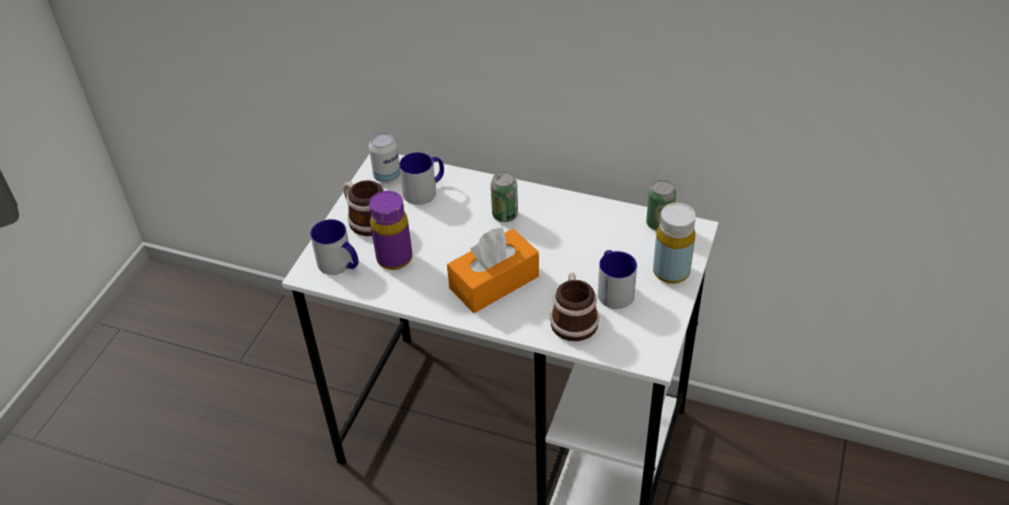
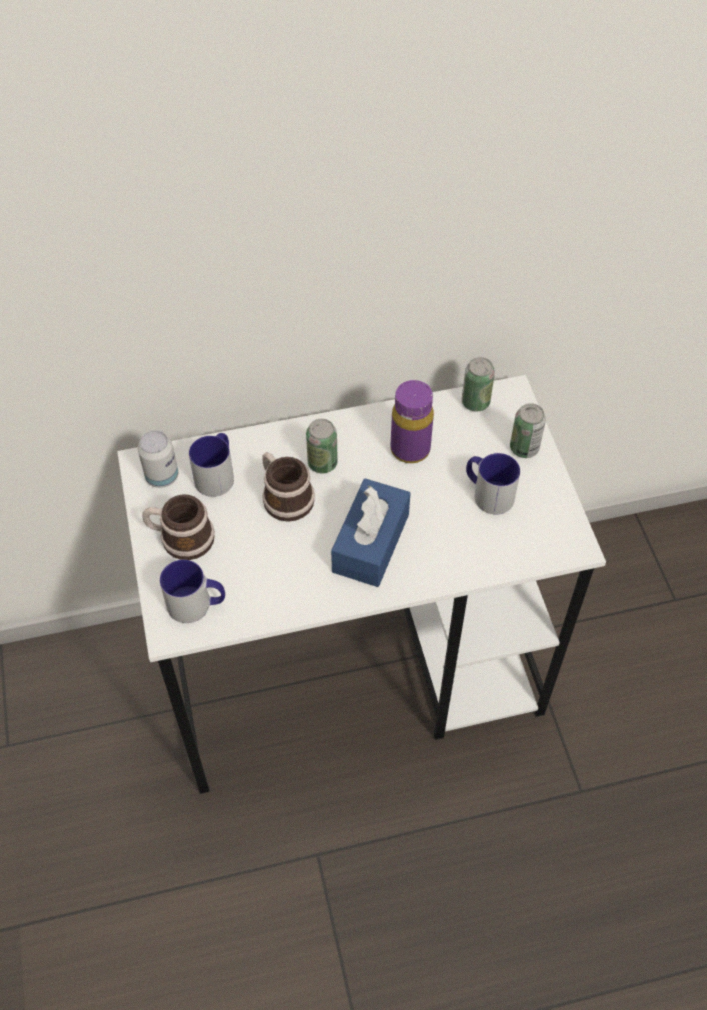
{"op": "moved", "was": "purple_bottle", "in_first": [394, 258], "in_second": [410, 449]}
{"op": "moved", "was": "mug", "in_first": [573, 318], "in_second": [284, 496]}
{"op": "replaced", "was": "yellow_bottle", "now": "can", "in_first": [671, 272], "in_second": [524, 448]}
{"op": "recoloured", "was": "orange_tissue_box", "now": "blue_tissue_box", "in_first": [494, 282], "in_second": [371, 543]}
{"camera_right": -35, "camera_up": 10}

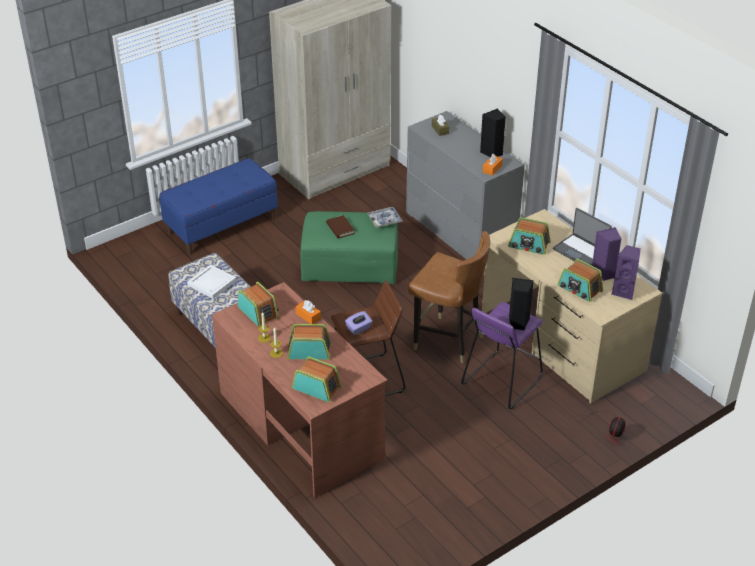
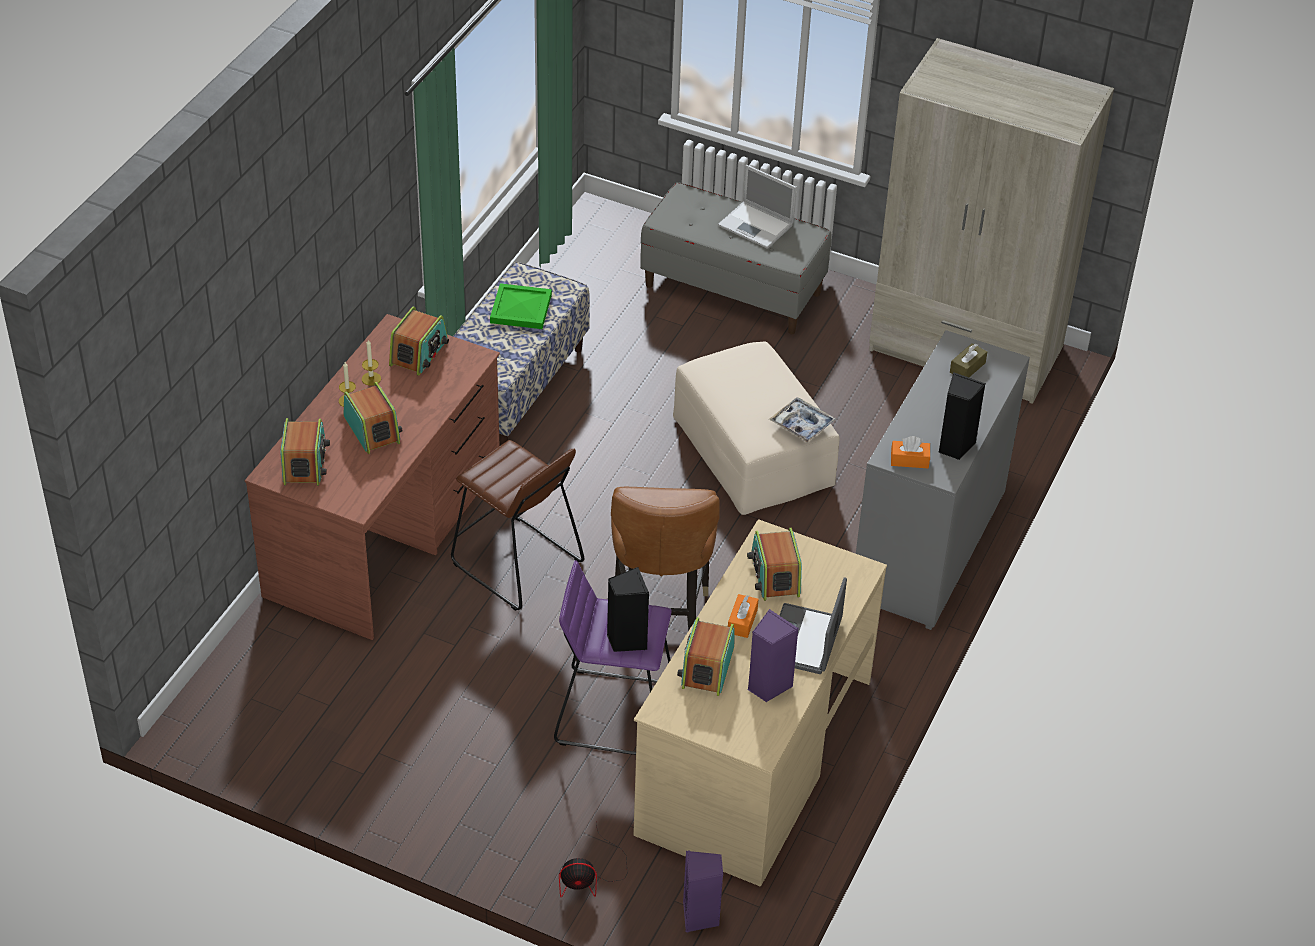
{"op": "removed", "was": "brown_book", "in_first": [340, 228]}
{"op": "removed", "was": "purple_tissue_box", "in_first": [359, 329]}
{"op": "added", "now": "laptop", "in_second": [757, 225]}
{"op": "moved", "was": "orange_tissue_box", "in_first": [308, 316], "in_second": [742, 621]}
{"op": "moved", "was": "purple_speaker", "in_first": [624, 292], "in_second": [700, 917]}
{"op": "recoloured", "was": "blue_bench", "now": "grey_bench", "in_first": [221, 226], "in_second": [733, 289]}
{"op": "recoloured", "was": "white_tray", "now": "green_tray", "in_first": [212, 283], "in_second": [521, 309]}
{"op": "recoloured", "was": "green_ottoman", "now": "beige_ottoman", "in_first": [350, 264], "in_second": [753, 452]}
{"camera_right": 60, "camera_up": 5}

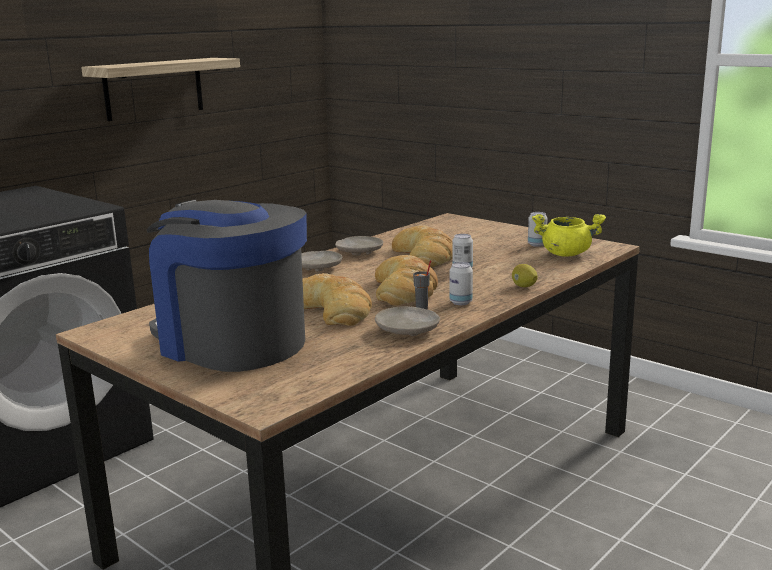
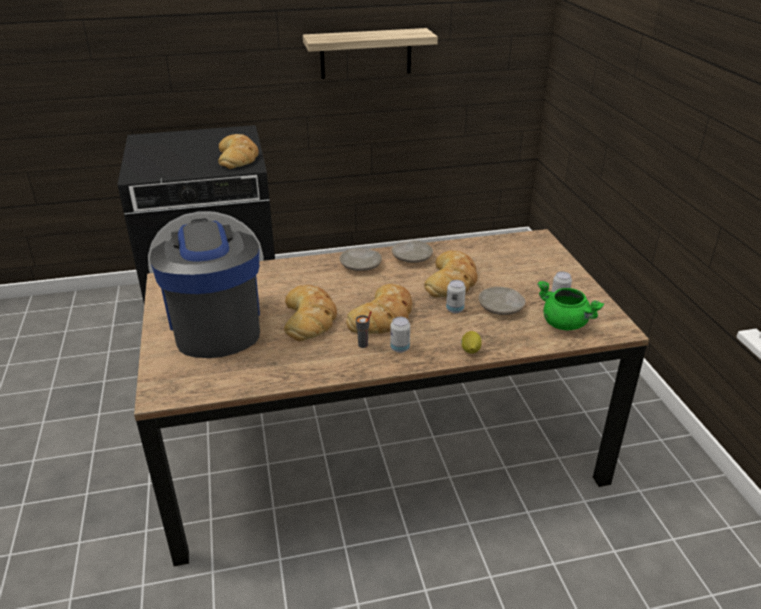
{"op": "added", "now": "bread", "in_second": [238, 157]}
{"op": "moved", "was": "beige_plate", "in_first": [408, 330], "in_second": [501, 307]}
{"op": "recoloured", "was": "yellow_cooking_pot", "now": "green_cooking_pot", "in_first": [566, 254], "in_second": [565, 323]}
{"camera_right": 35, "camera_up": 15}

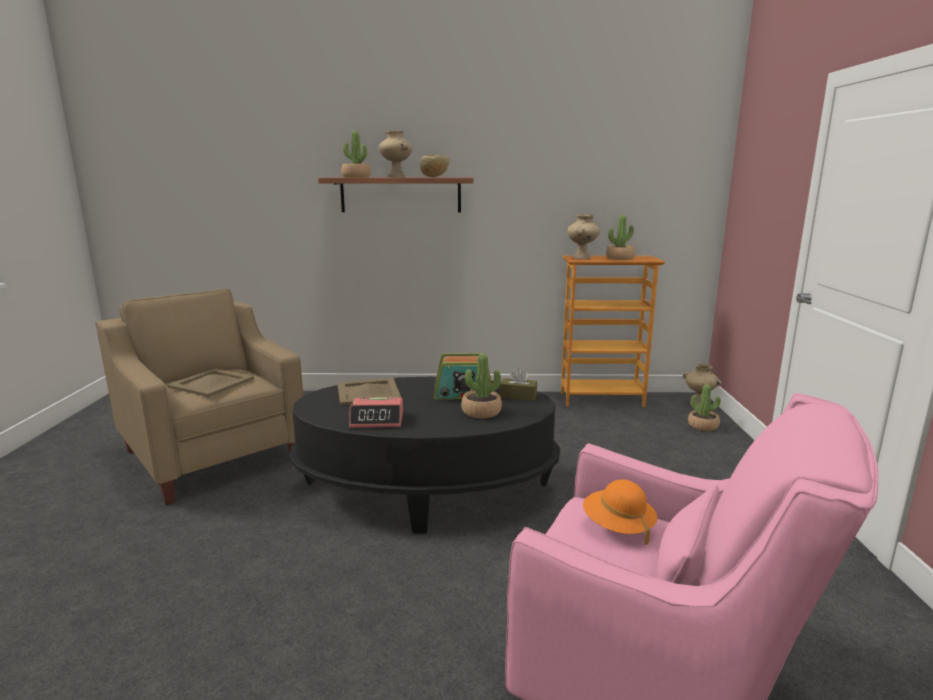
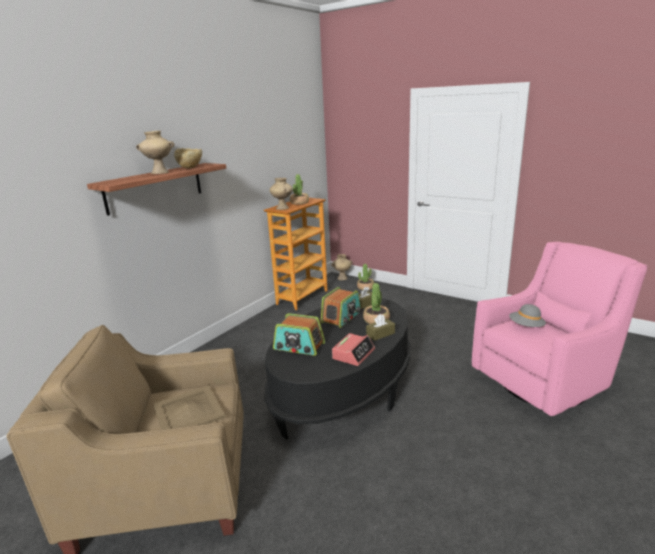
{"op": "removed", "was": "potted_plant", "in_first": [356, 177]}
{"op": "added", "now": "brown_tissue_box", "in_second": [380, 334]}
{"op": "replaced", "was": "beige_tray", "now": "radio", "in_first": [369, 392], "in_second": [299, 346]}
{"op": "recoloured", "was": "orange_hat", "now": "grey_hat", "in_first": [618, 526], "in_second": [526, 327]}
{"camera_right": -55, "camera_up": 5}

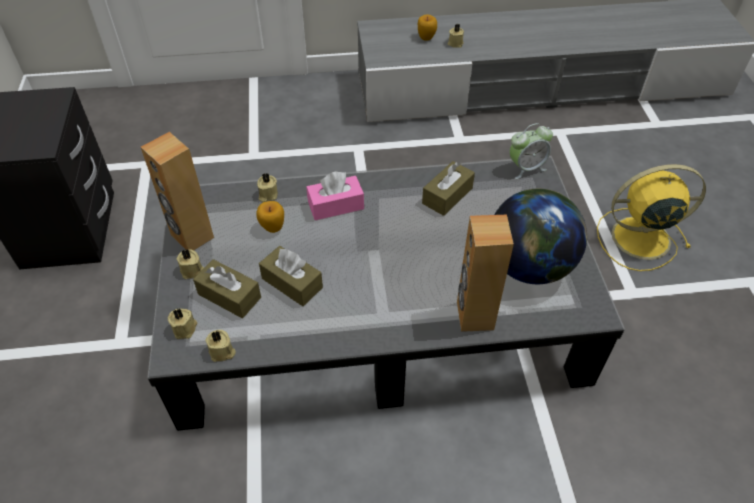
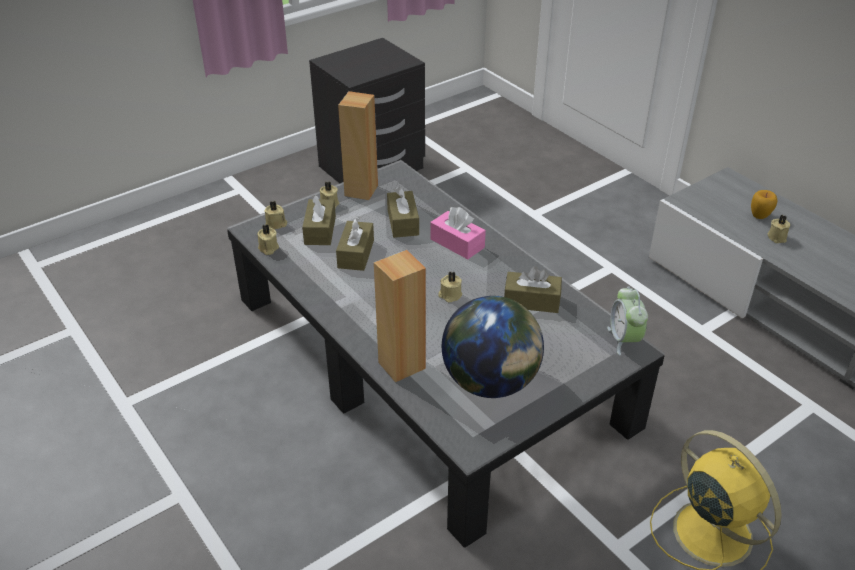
{"op": "moved", "was": "beige_candle", "in_first": [267, 195], "in_second": [450, 295]}
{"op": "replaced", "was": "apple", "now": "brown_tissue_box", "in_first": [273, 228], "in_second": [403, 222]}
{"op": "turned", "was": "alarm_clock", "in_first": [526, 168], "in_second": [624, 340], "clockwise": 45}
{"camera_right": 60, "camera_up": -10}

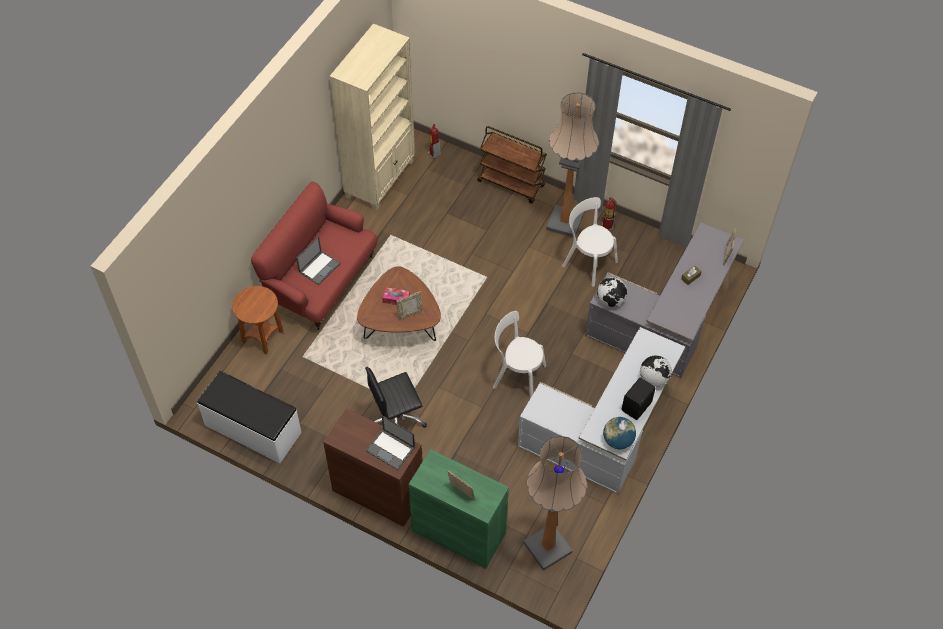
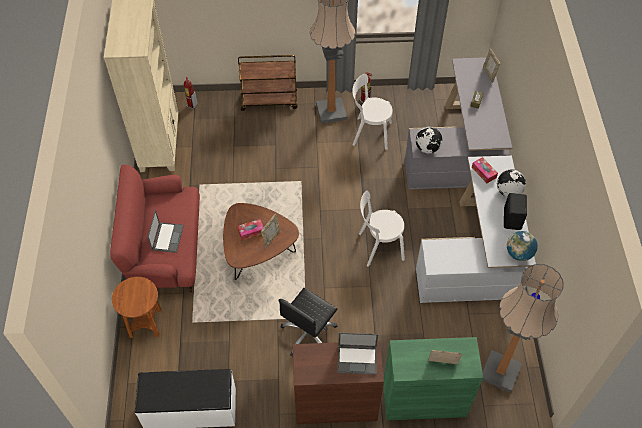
{"op": "added", "now": "tissue_box", "in_second": [484, 172]}
{"camera_right": -30, "camera_up": 0}

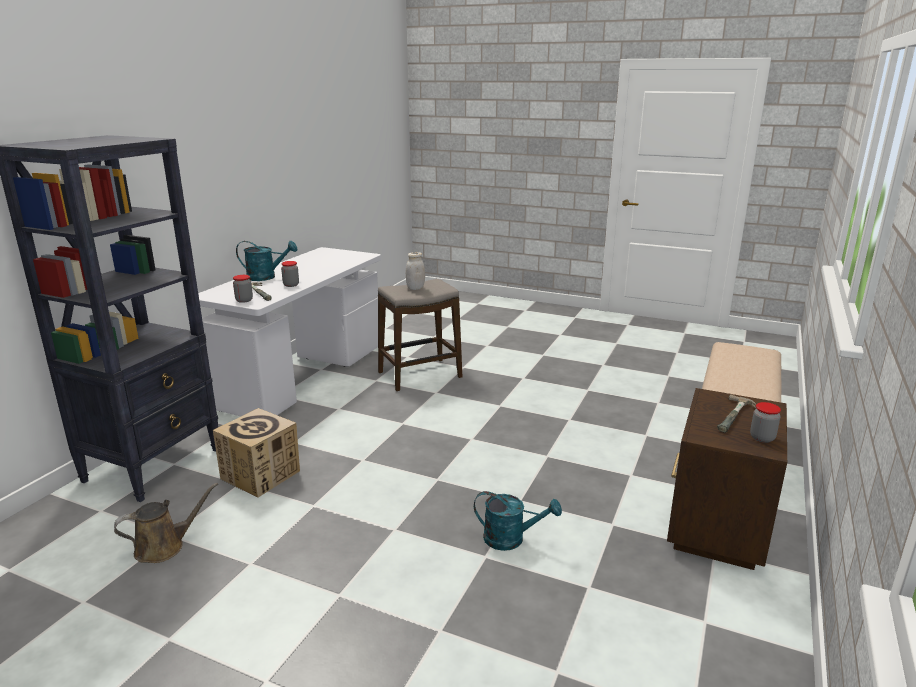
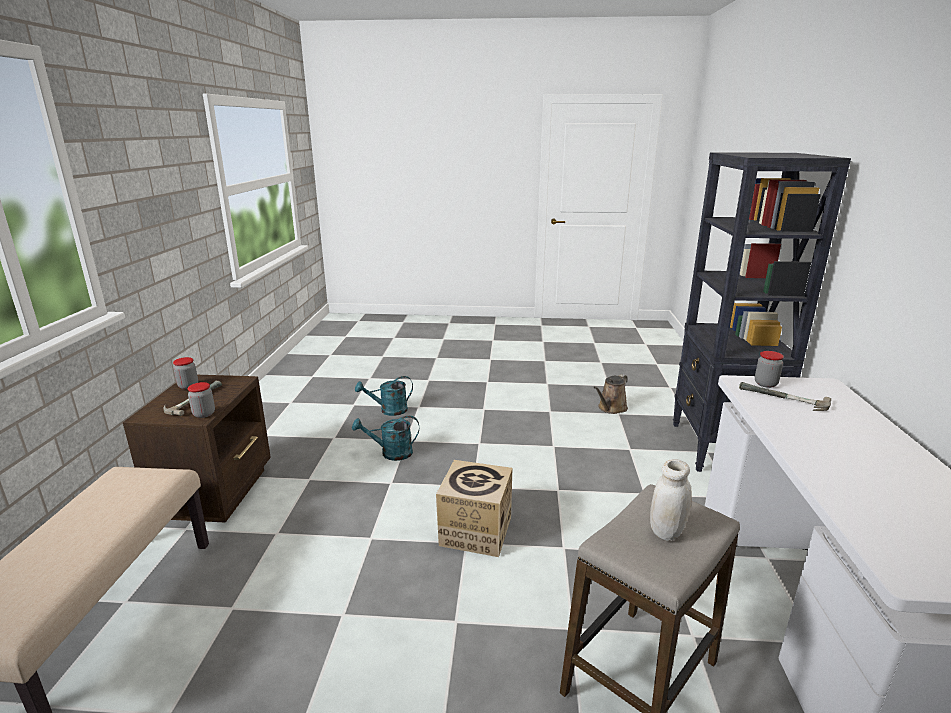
{"op": "moved", "was": "cardboard_box", "in_first": [261, 475], "in_second": [475, 531]}
{"op": "moved", "was": "turquoise_watering_can", "in_first": [266, 277], "in_second": [388, 410]}
{"op": "moved", "was": "jar", "in_first": [291, 285], "in_second": [204, 414]}
{"camera_right": 160, "camera_up": 0}

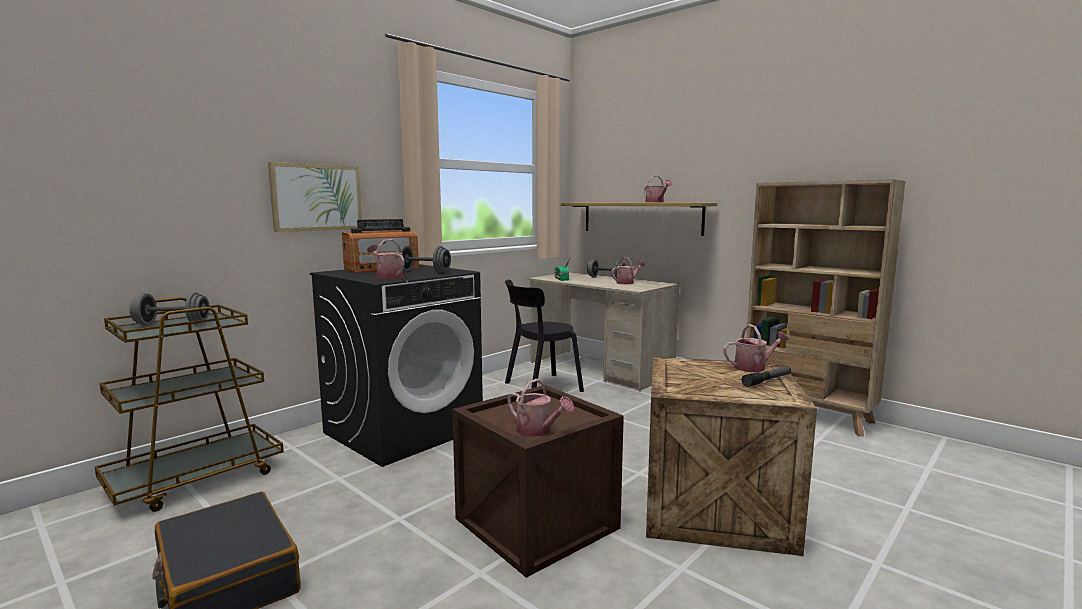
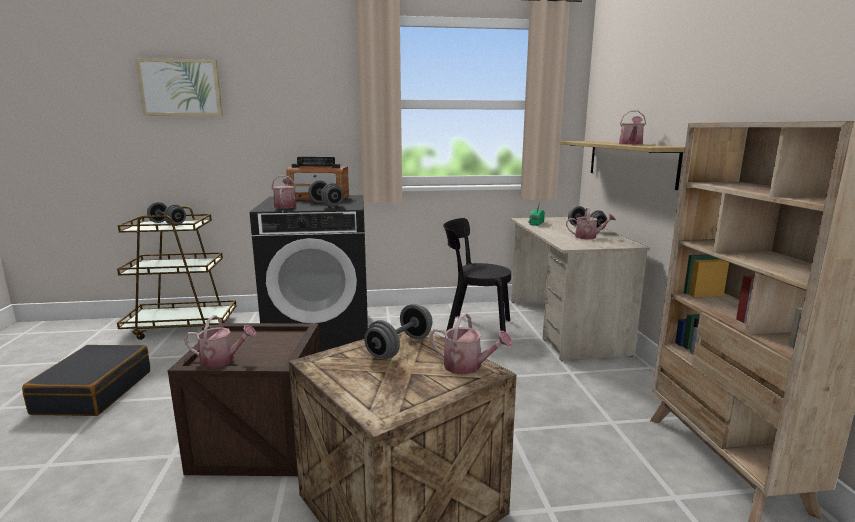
{"op": "removed", "was": "flashlight", "in_first": [767, 381]}
{"op": "added", "now": "grey_dumbbell", "in_second": [400, 347]}
{"op": "moved", "was": "picture", "in_first": [317, 197], "in_second": [180, 88]}
{"op": "turned", "was": "watering_can", "in_first": [538, 431], "in_second": [222, 360], "clockwise": -75}
{"camera_right": 40, "camera_up": 5}

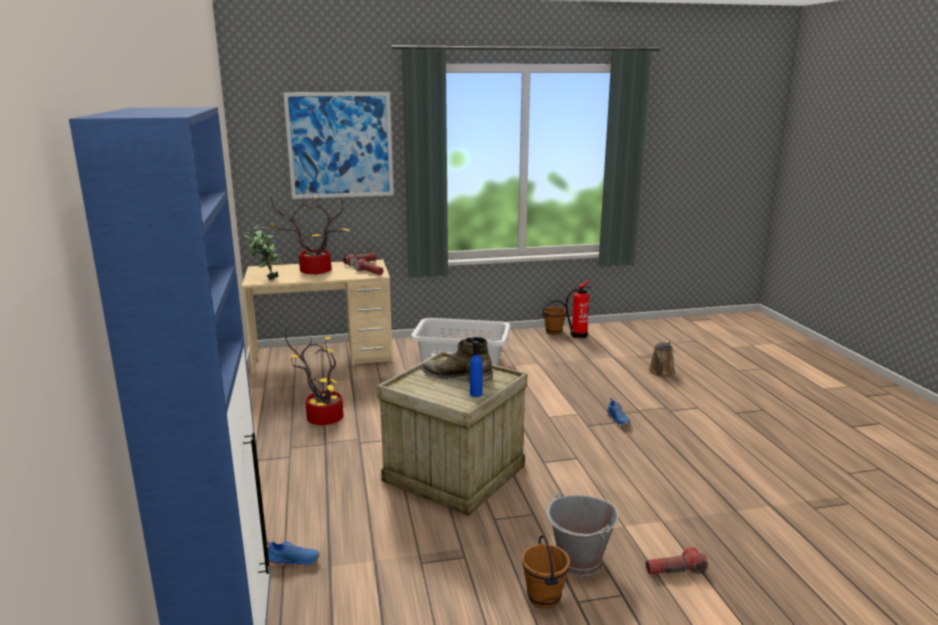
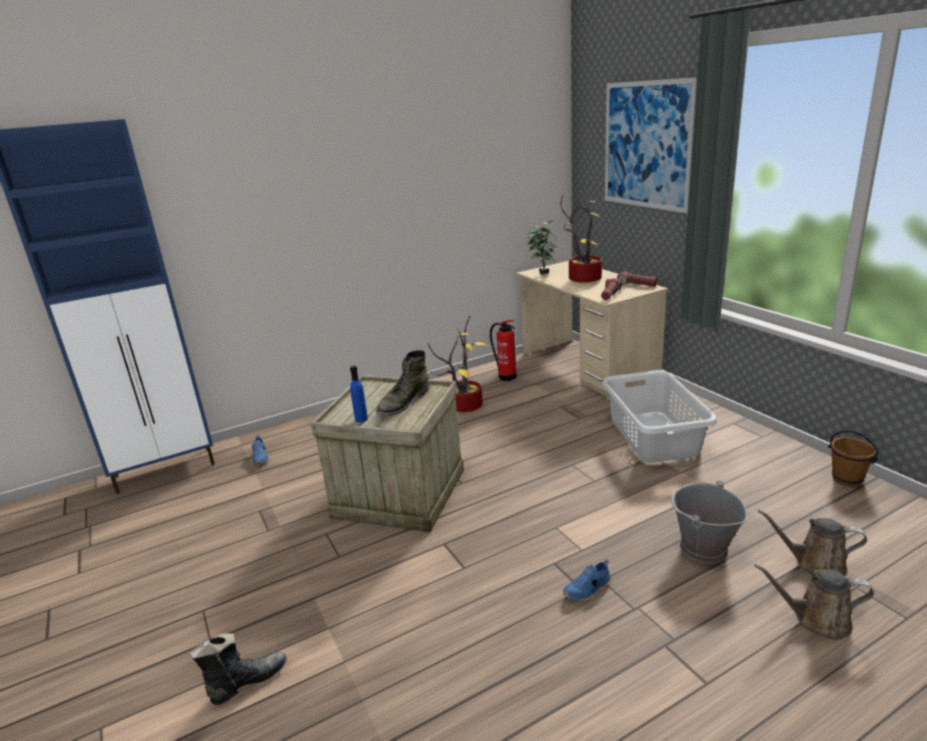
{"op": "removed", "was": "brown_bucket", "in_first": [544, 597]}
{"op": "added", "now": "brown_watering_can", "in_second": [815, 564]}
{"op": "moved", "was": "grey_bucket", "in_first": [579, 561], "in_second": [703, 548]}
{"op": "moved", "was": "fire_extinguisher", "in_first": [577, 335], "in_second": [506, 376]}
{"op": "replaced", "was": "flashlight", "now": "black_boot", "in_first": [675, 570], "in_second": [247, 682]}
{"op": "turned", "was": "green_boot", "in_first": [457, 375], "in_second": [403, 401], "clockwise": -150}
{"camera_right": 75, "camera_up": 5}

